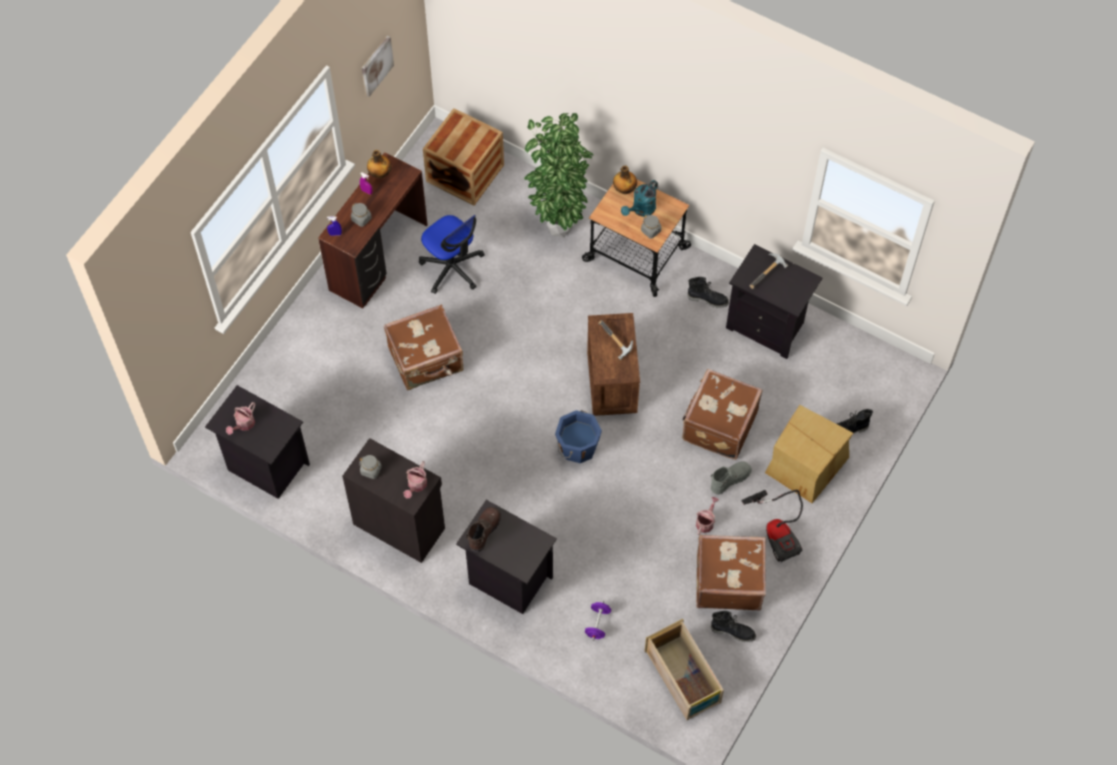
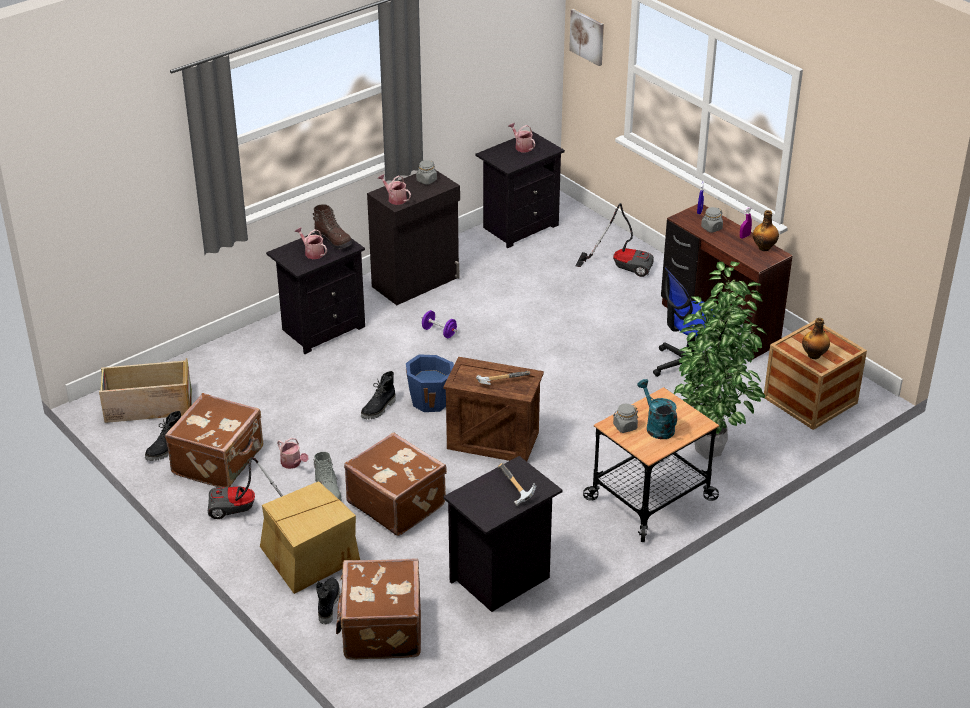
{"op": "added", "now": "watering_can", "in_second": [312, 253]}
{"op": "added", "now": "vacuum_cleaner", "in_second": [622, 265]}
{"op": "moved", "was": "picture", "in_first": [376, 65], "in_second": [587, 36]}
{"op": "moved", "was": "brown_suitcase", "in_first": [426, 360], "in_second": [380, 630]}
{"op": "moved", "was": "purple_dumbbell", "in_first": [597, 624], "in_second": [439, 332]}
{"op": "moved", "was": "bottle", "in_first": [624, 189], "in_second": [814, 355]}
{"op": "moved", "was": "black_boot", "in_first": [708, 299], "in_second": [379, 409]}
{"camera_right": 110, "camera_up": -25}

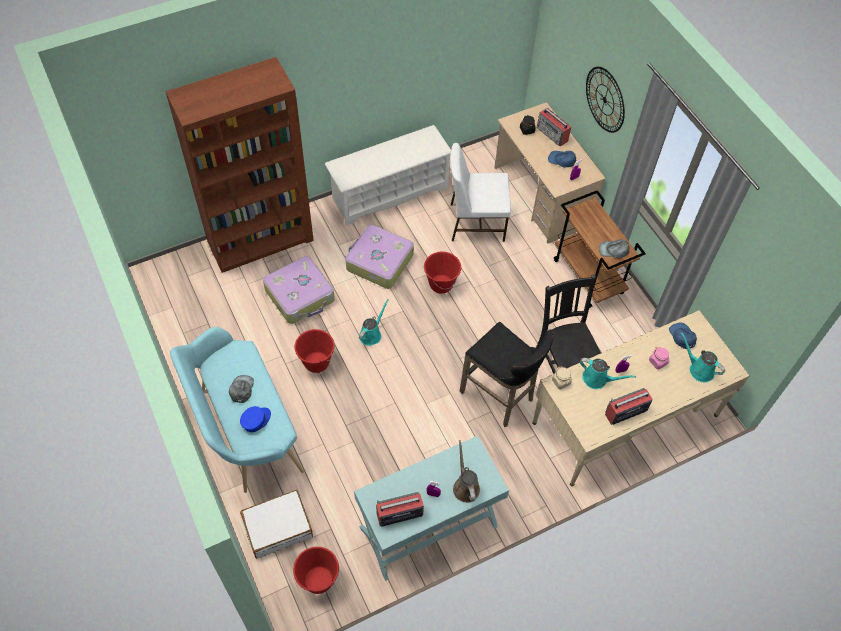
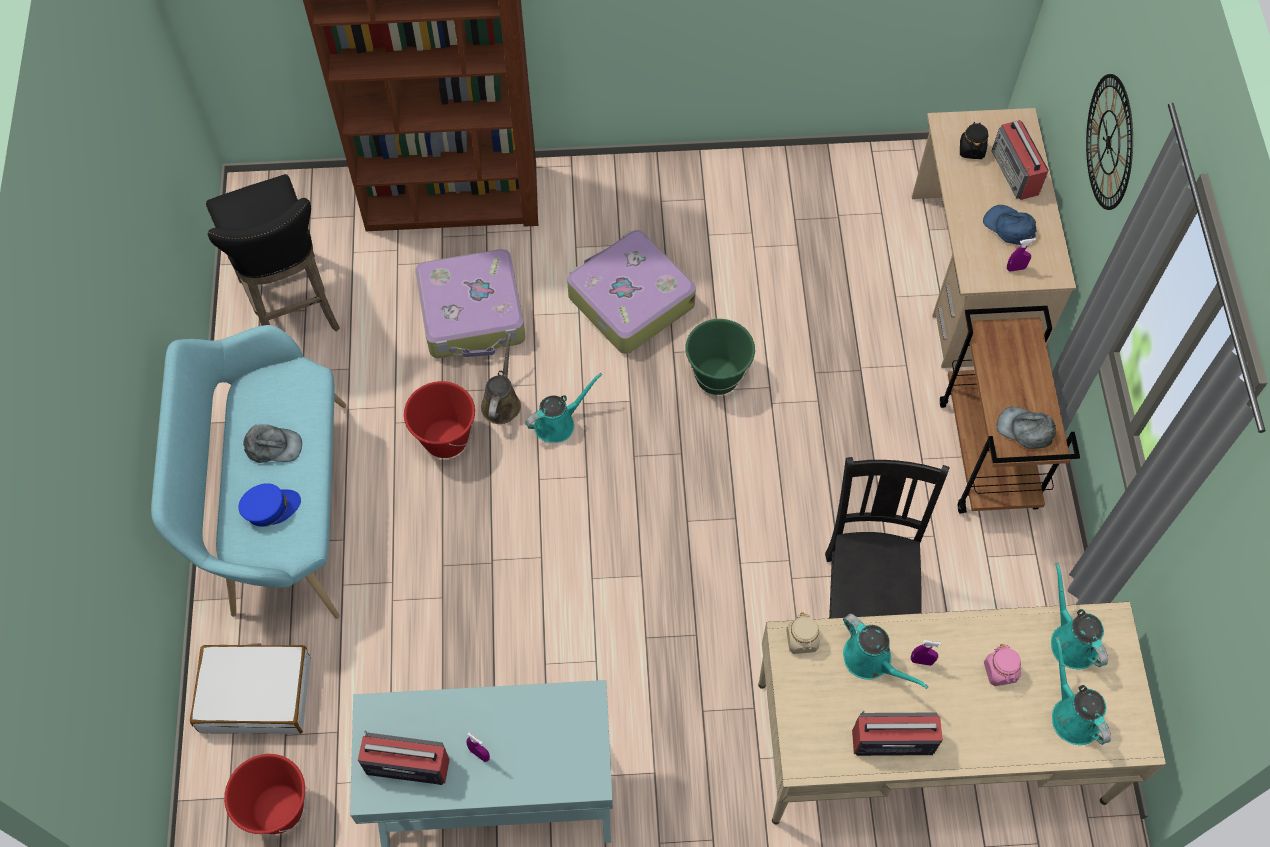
{"op": "removed", "was": "white_shoe_rack", "in_first": [389, 193]}
{"op": "removed", "was": "white_chair", "in_first": [475, 222]}
{"op": "moved", "was": "brown_watering_can", "in_first": [465, 486], "in_second": [501, 402]}
{"op": "moved", "was": "black_stool", "in_first": [500, 397], "in_second": [292, 308]}
{"op": "replaced", "was": "blue_cap", "now": "turquoise_watering_can", "in_first": [682, 336], "in_second": [1071, 640]}
{"op": "recoloured", "was": "red_bucket", "now": "green_bucket", "in_first": [441, 284], "in_second": [717, 376]}
{"op": "turned", "was": "grey_cap", "in_first": [241, 389], "in_second": [273, 446], "clockwise": 60}
{"camera_right": 25, "camera_up": 5}

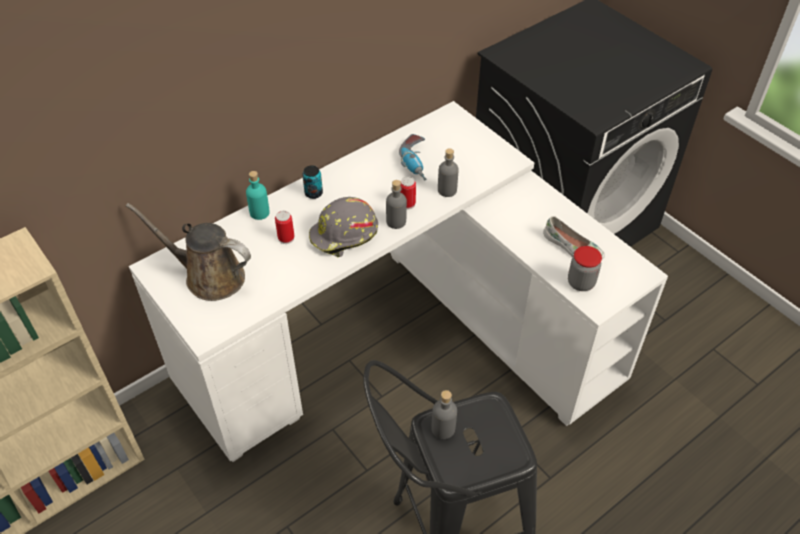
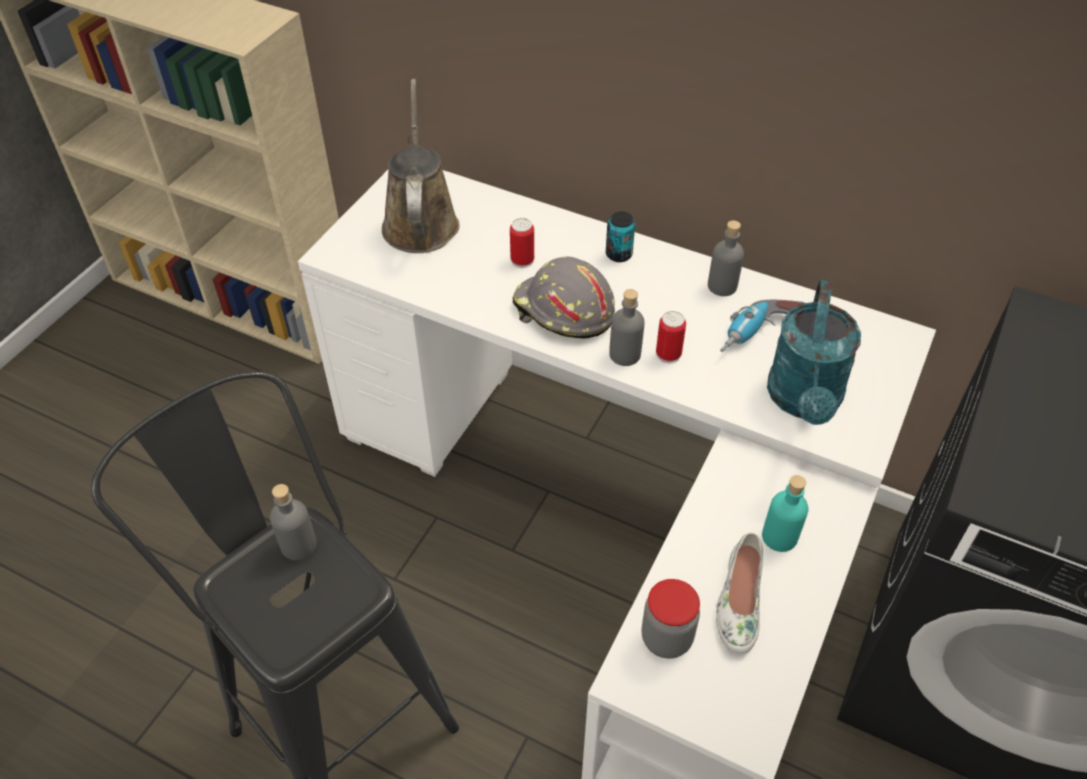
{"op": "added", "now": "turquoise_watering_can", "in_second": [804, 401]}
{"op": "moved", "was": "turquoise_bottle", "in_first": [259, 212], "in_second": [779, 537]}
{"op": "moved", "was": "grey_bottle", "in_first": [447, 190], "in_second": [722, 286]}
{"camera_right": 65, "camera_up": 0}

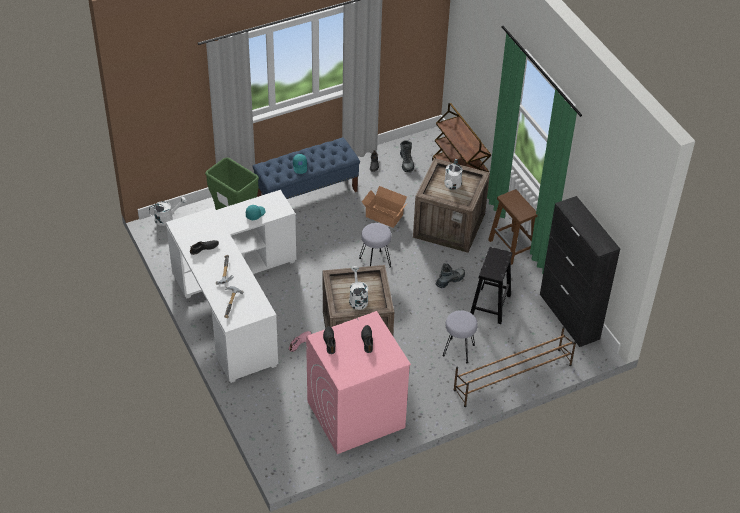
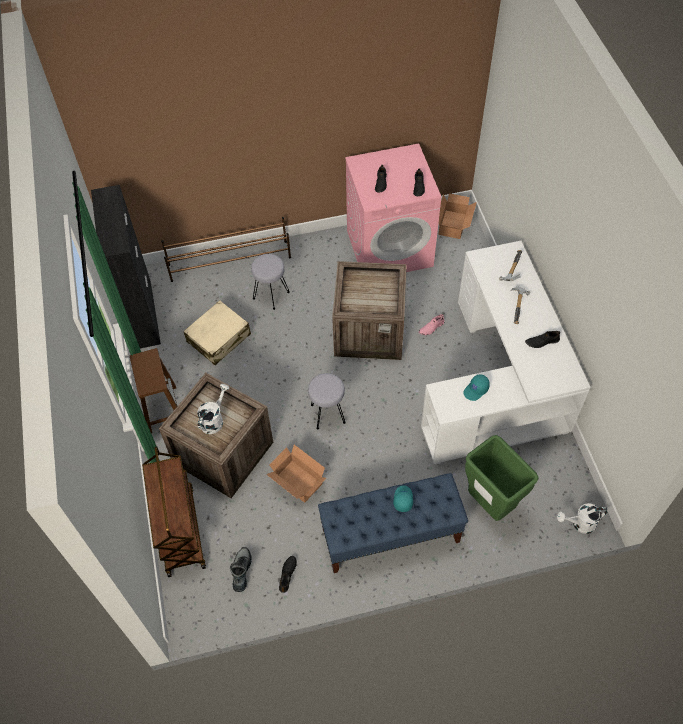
{"op": "removed", "was": "white_watering_can", "in_first": [357, 299]}
{"op": "removed", "was": "boot", "in_first": [450, 280]}
{"op": "added", "now": "cardboard_box", "in_second": [454, 224]}
{"op": "replaced", "was": "black_stool", "now": "beige_suitcase", "in_first": [490, 306], "in_second": [219, 338]}
{"camera_right": -165, "camera_up": 10}

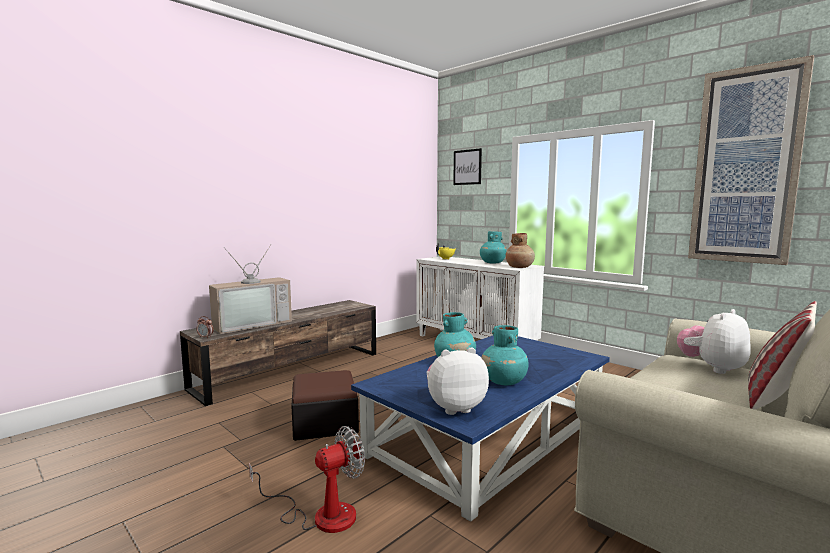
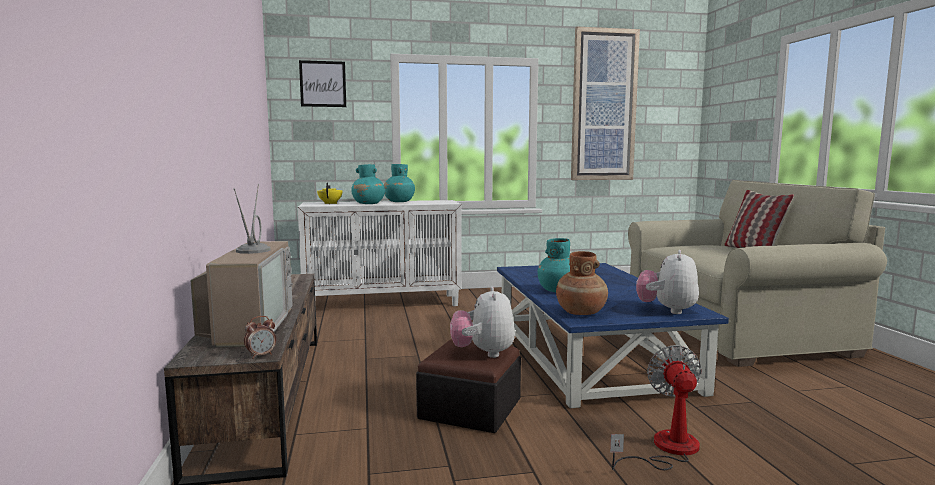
{"op": "moved", "was": "turquoise_vase", "in_first": [503, 382], "in_second": [368, 204]}
{"op": "moved", "was": "brown_vase", "in_first": [519, 267], "in_second": [581, 312]}
{"op": "moved", "was": "plush_toy", "in_first": [712, 368], "in_second": [483, 353]}
{"camera_right": -55, "camera_up": 0}

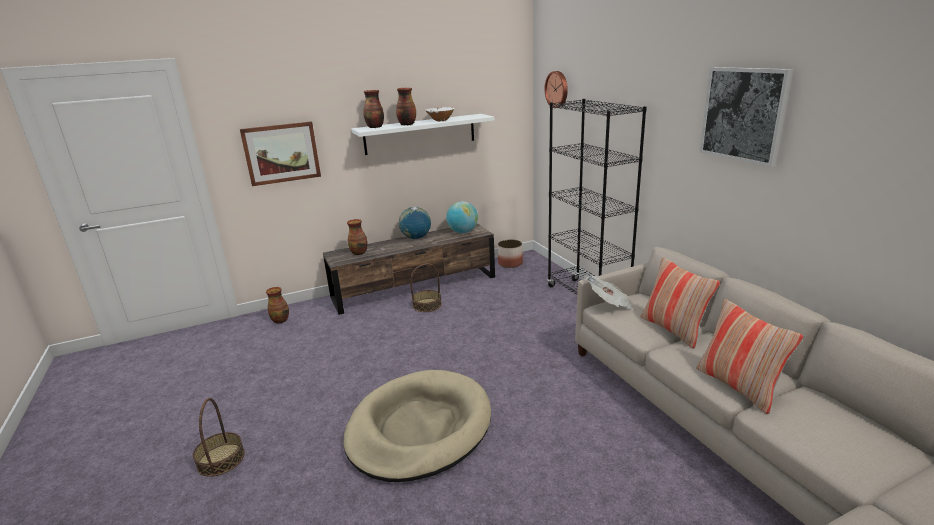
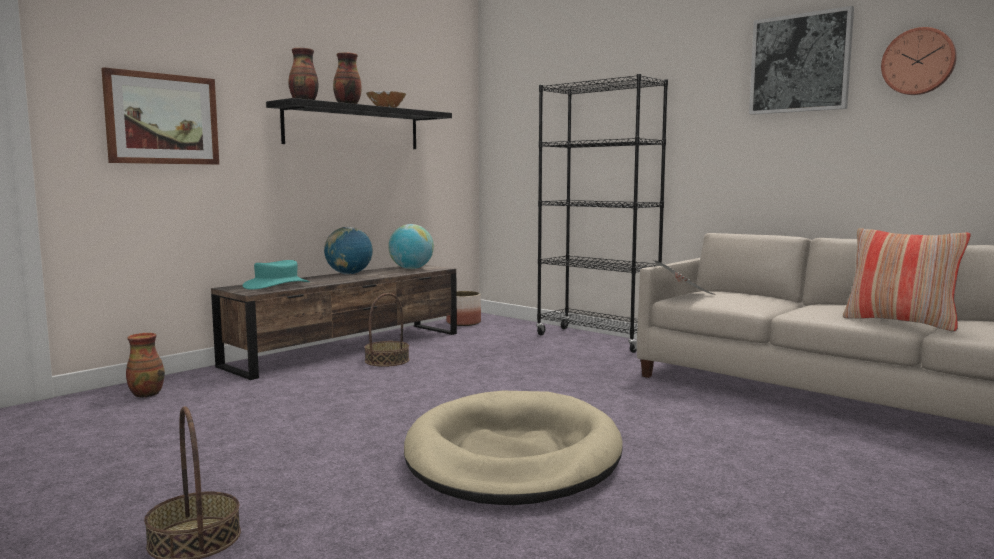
{"op": "removed", "was": "pillow", "in_first": [673, 329]}
{"op": "moved", "was": "wall_clock", "in_first": [557, 89], "in_second": [918, 62]}
{"op": "replaced", "was": "vase", "now": "turquoise_hat", "in_first": [359, 253], "in_second": [276, 285]}
{"op": "recoloured", "was": "white_shelf", "now": "black_shelf", "in_first": [420, 134], "in_second": [353, 128]}
{"camera_right": -25, "camera_up": -15}

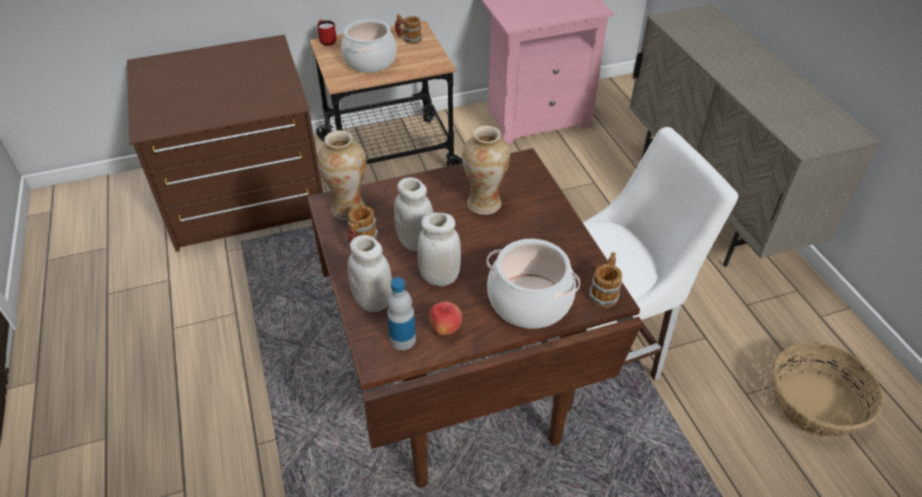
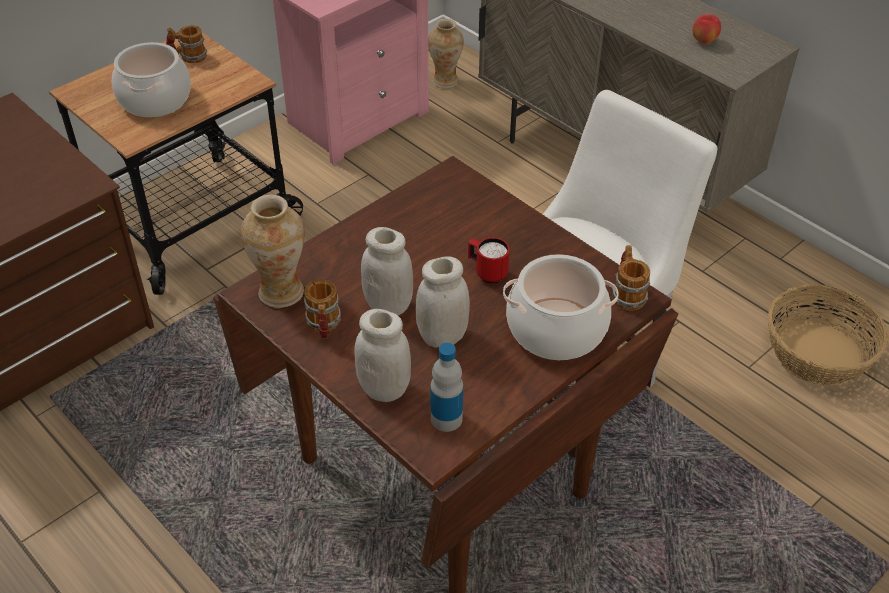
{"op": "moved", "was": "red_mug", "in_first": [327, 41], "in_second": [487, 273]}
{"op": "moved", "was": "apple", "in_first": [445, 329], "in_second": [704, 41]}
{"op": "moved", "was": "vase", "in_first": [484, 203], "in_second": [445, 81]}
{"camera_right": -25, "camera_up": 0}

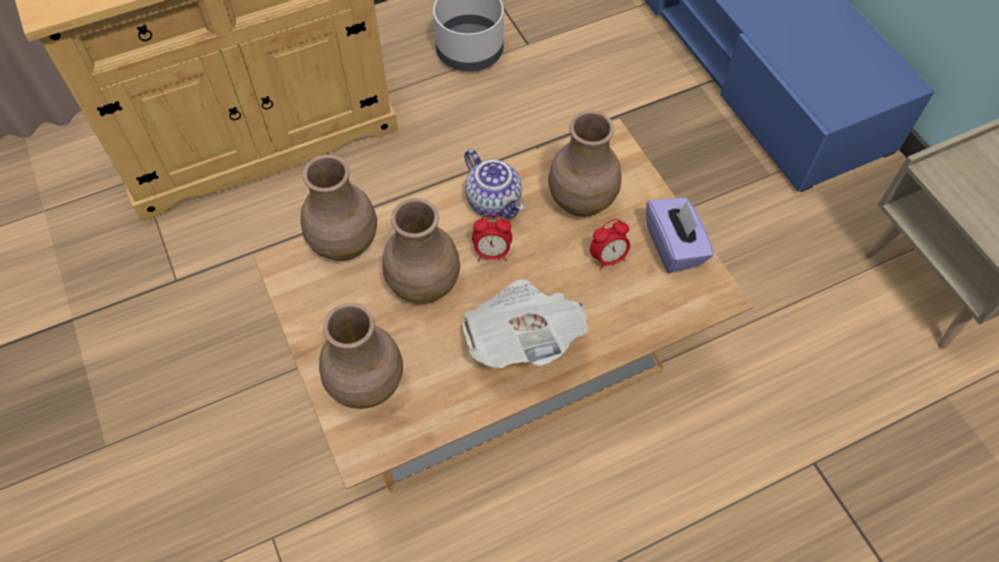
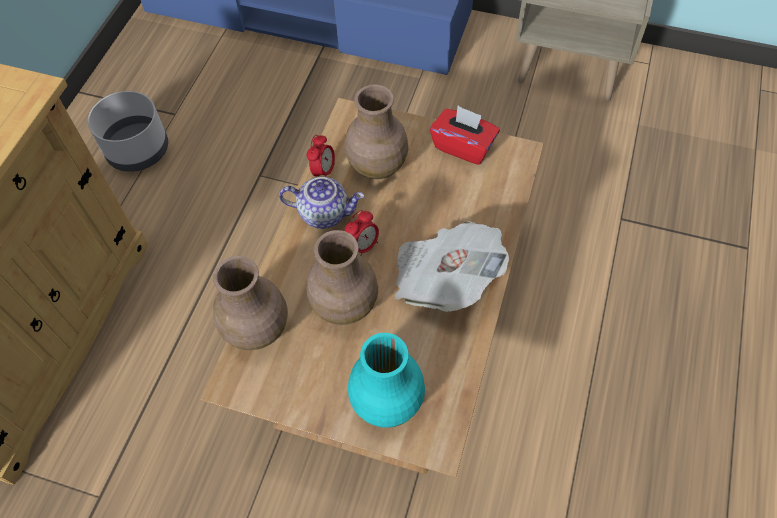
{"op": "moved", "was": "alarm_clock", "in_first": [608, 258], "in_second": [323, 171]}
{"op": "recoloured", "was": "brown_vase", "now": "turquoise_vase", "in_first": [365, 384], "in_second": [386, 402]}
{"op": "recoloured", "was": "purple_tissue_box", "now": "red_tissue_box", "in_first": [674, 246], "in_second": [463, 146]}
{"camera_right": -45, "camera_up": 0}

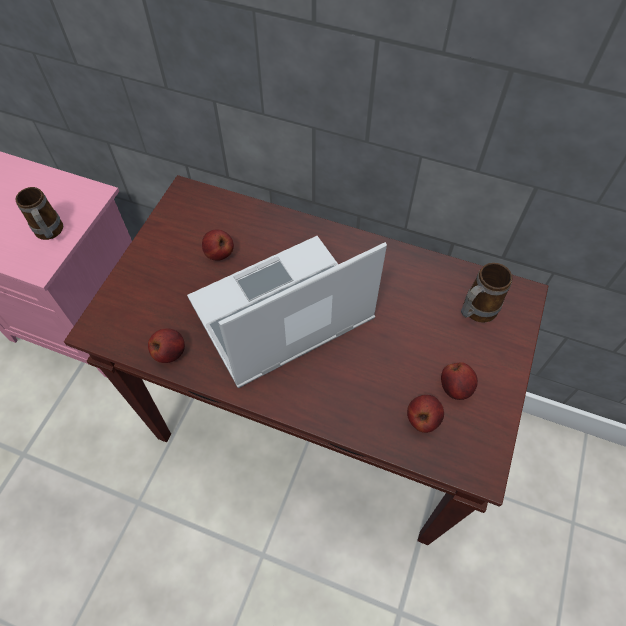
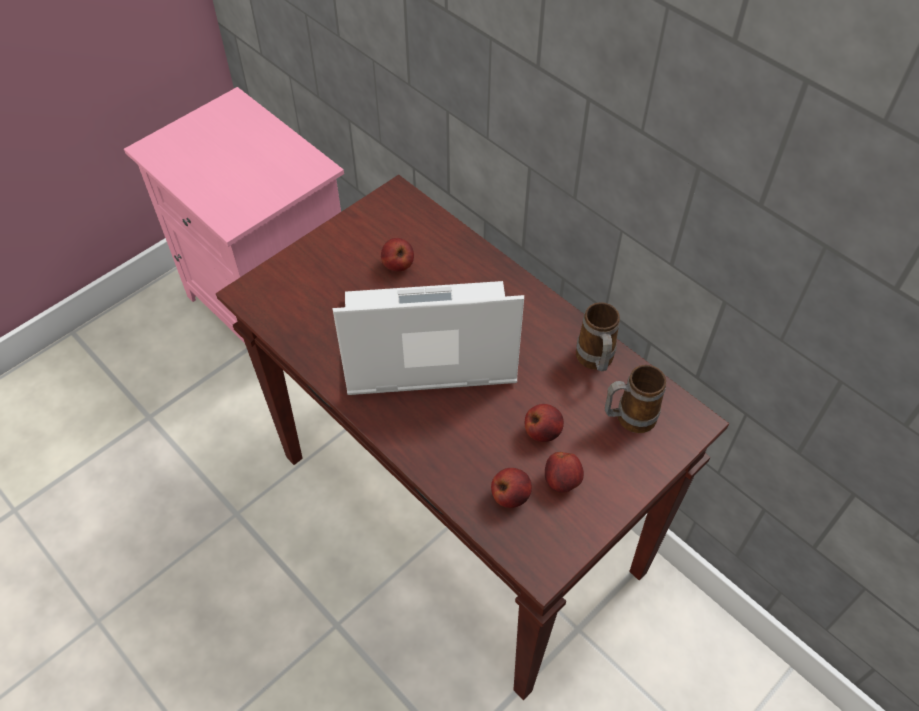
{"op": "moved", "was": "mug", "in_first": [50, 234], "in_second": [595, 362]}
{"op": "moved", "was": "apple", "in_first": [170, 353], "in_second": [542, 432]}
{"camera_right": 25, "camera_up": -5}

